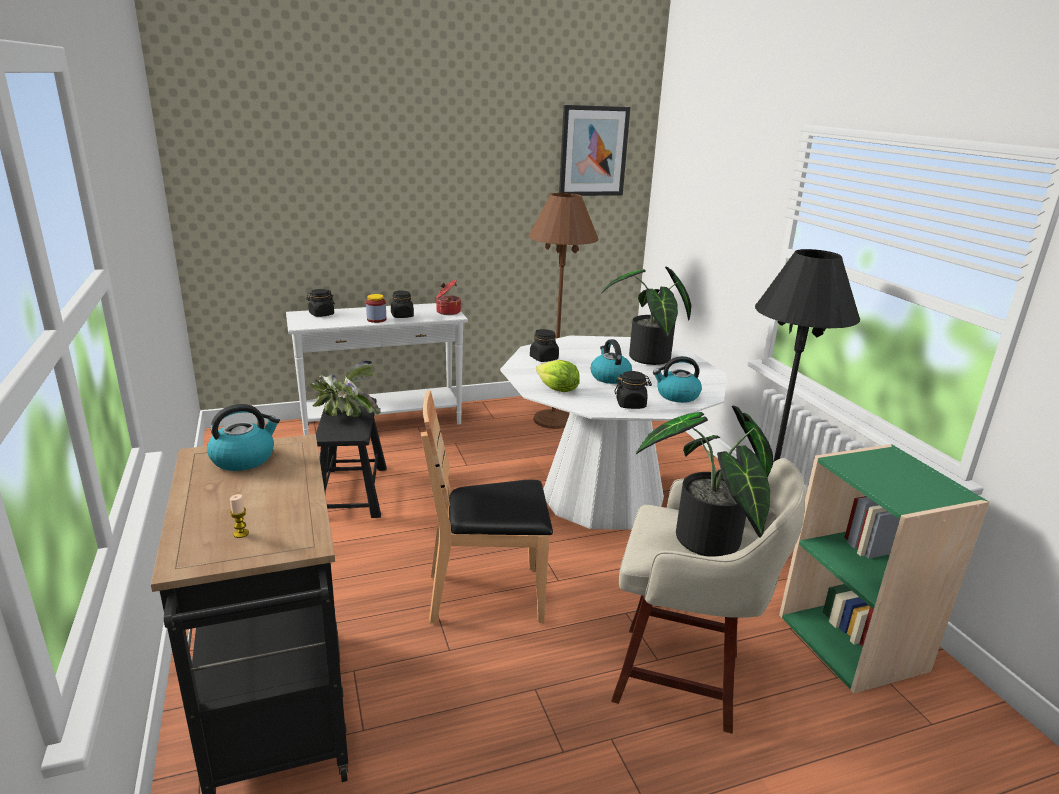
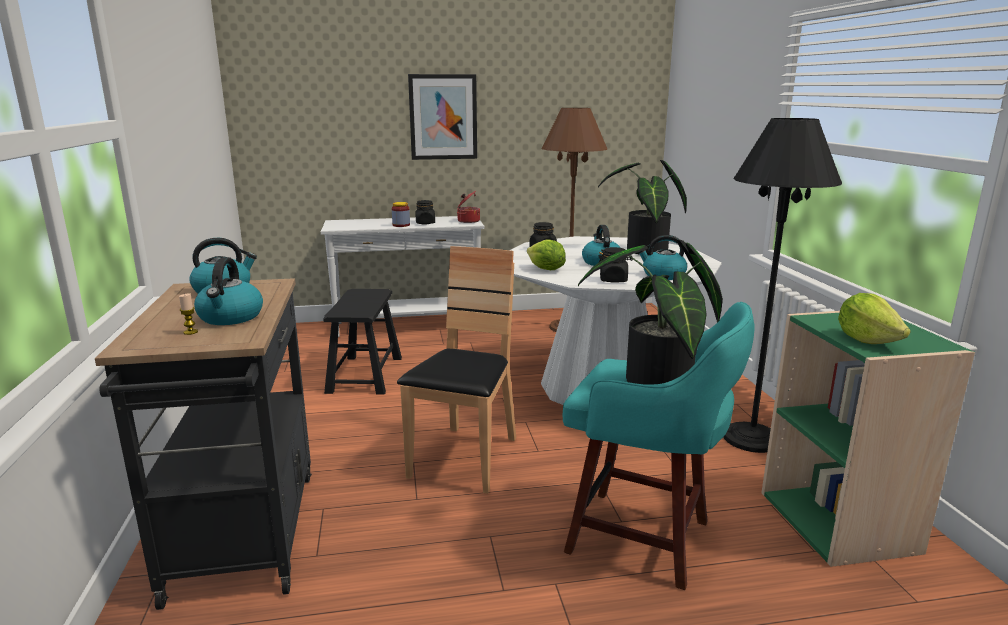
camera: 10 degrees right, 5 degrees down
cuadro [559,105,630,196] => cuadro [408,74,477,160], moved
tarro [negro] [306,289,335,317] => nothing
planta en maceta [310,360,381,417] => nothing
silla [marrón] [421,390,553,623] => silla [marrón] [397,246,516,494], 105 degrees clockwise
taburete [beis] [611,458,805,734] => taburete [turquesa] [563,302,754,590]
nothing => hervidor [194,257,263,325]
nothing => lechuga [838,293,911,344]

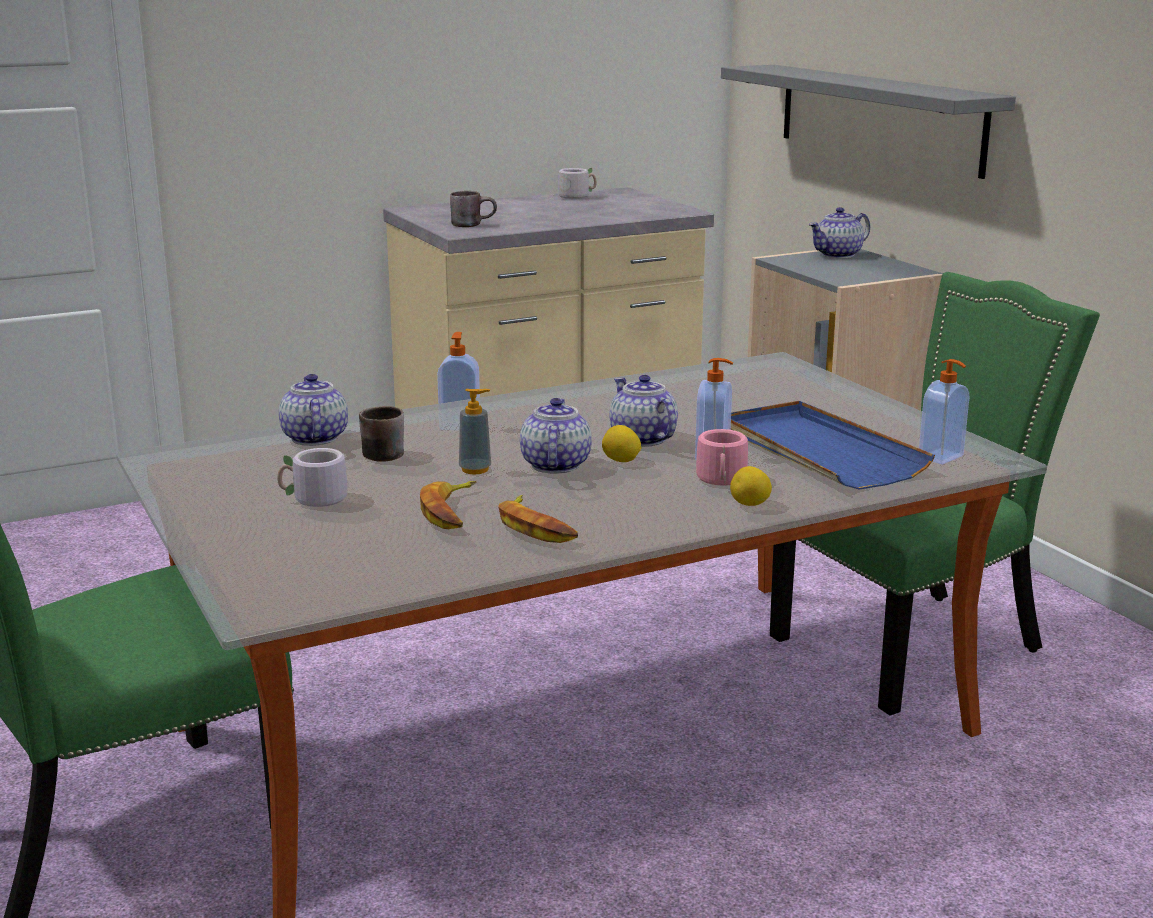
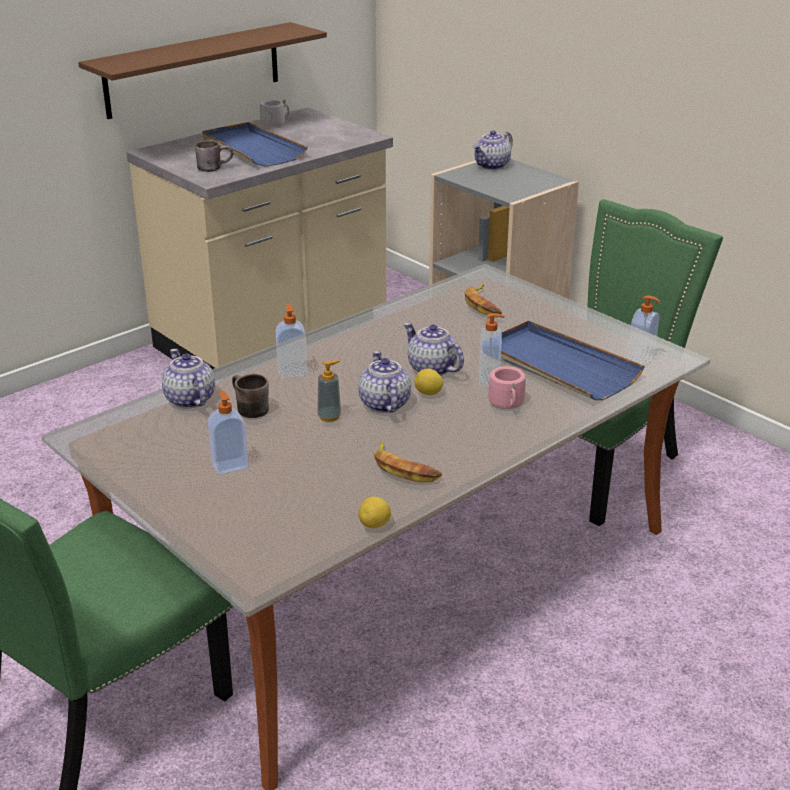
camera: 15 degrees left, 10 degrees up
estante [gris] [721,65,1016,179] => nothing
taza grande [gris] [277,448,350,507] => dispensador de jabón [208,391,249,475]
limón [730,466,772,506] => limón [358,497,391,528], moved
plátano [420,481,476,529] => plátano [465,285,502,315], moved
nothing => estante [marrón] [78,22,327,119]
nothing => bandeja [azul] [202,122,308,167]

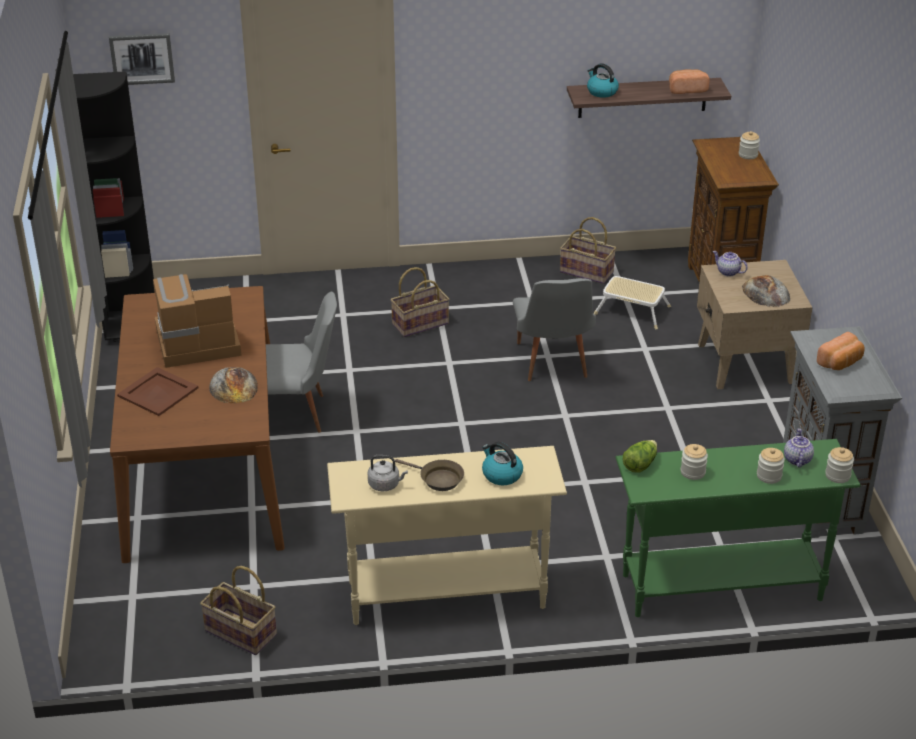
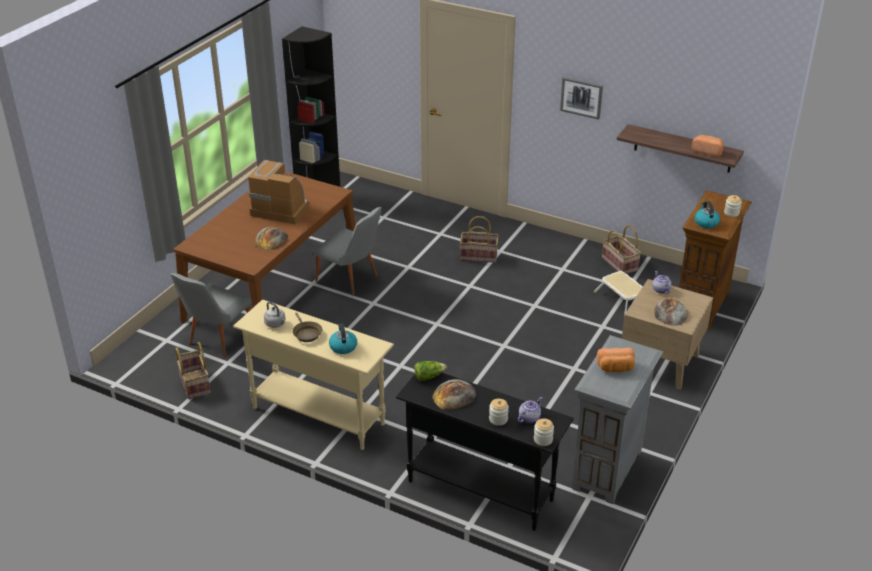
camera: 35 degrees right, 0 degrees up
cuadro [109,33,175,85] => cuadro [560,77,603,120], moved
hervidor [587,63,619,98] => hervidor [694,201,720,228], moved
silla [gris] [513,278,596,381] => silla [gris] [170,273,252,358], moved
bandeja [marrón] [117,367,198,416] => nothing
mesa consola [verde] [615,439,861,617] => mesa consola [negro] [396,373,574,531]
tarro [681,444,708,480] => pan [432,379,476,410]

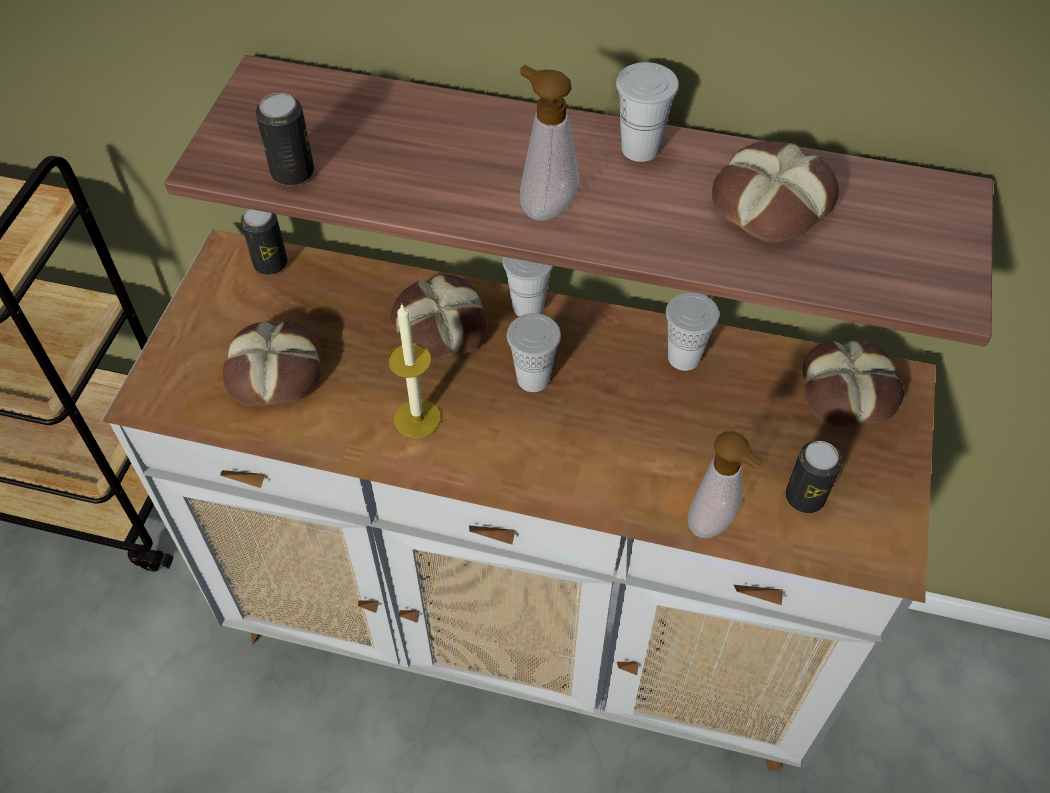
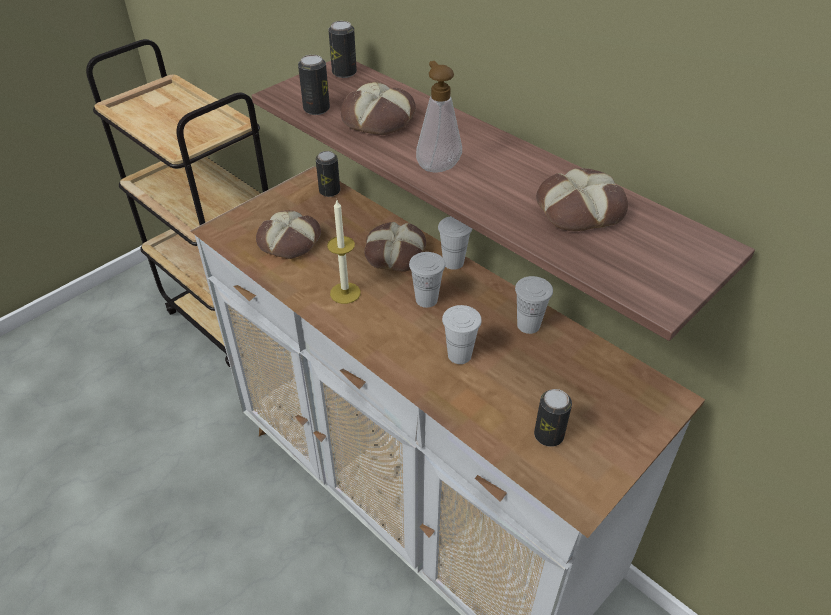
camera: 30 degrees right, 10 degrees down
taza [blanco] [616,62,679,162] => taza [blanco] [442,305,482,364], moved
pan [802,341,904,428] => pan [341,81,416,135], moved
dispensador de jabón [688,431,763,538] => nothing
nothing => lata [328,21,357,78]

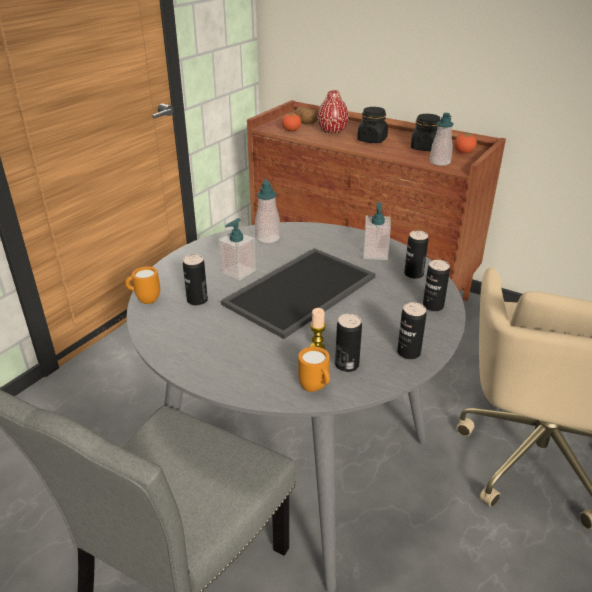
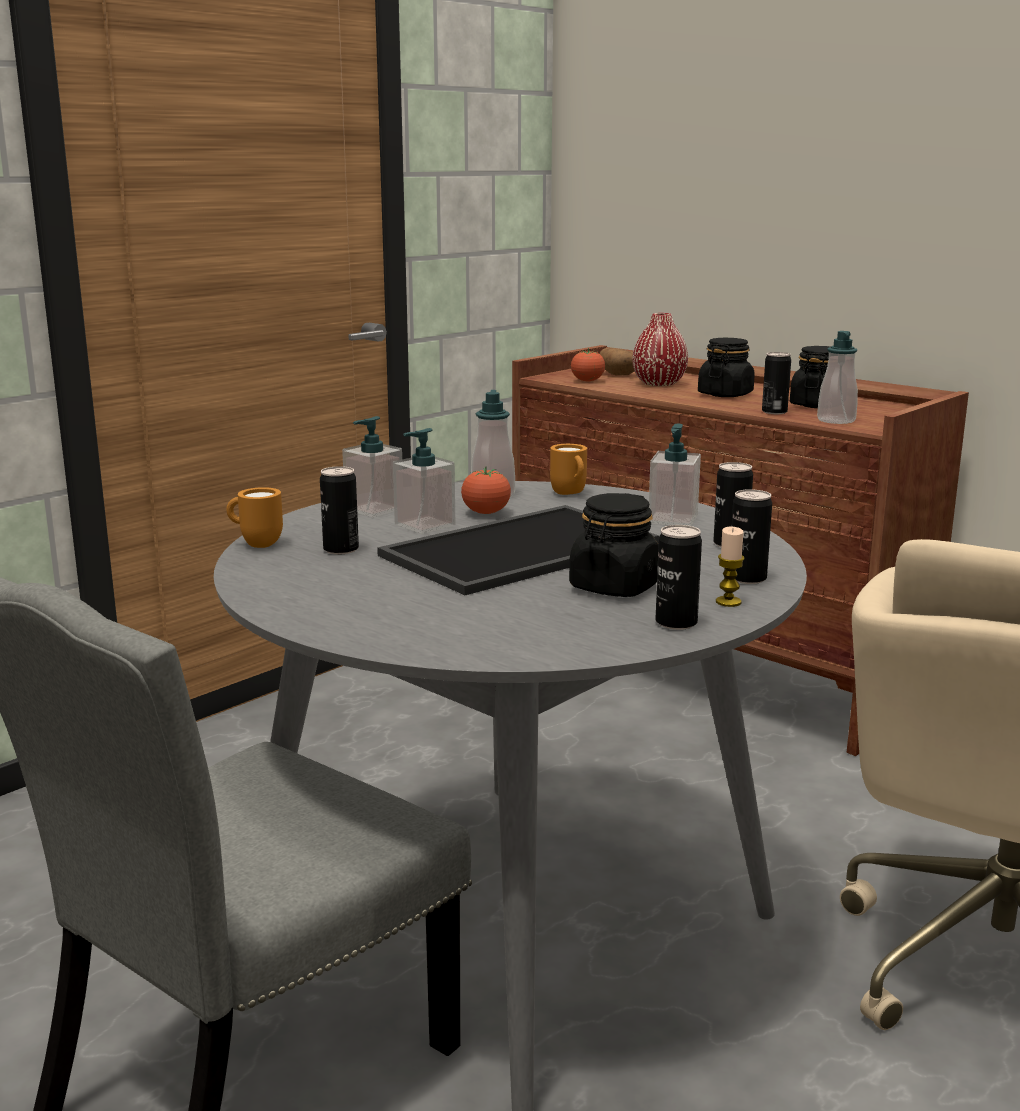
camera: 10 degrees right, 15 degrees down
tomate [454,132,477,154] => tomate [461,466,511,514], moved
vela [310,308,326,349] => vela [716,527,745,607], moved
lata [335,314,362,372] => lata [762,352,791,414], moved
taza grande [naranja] [298,347,330,392] => taza grande [naranja] [550,444,587,495], moved
nothing => dispensador de jabón [342,416,402,518]
nothing => tarro [negro] [569,493,659,597]

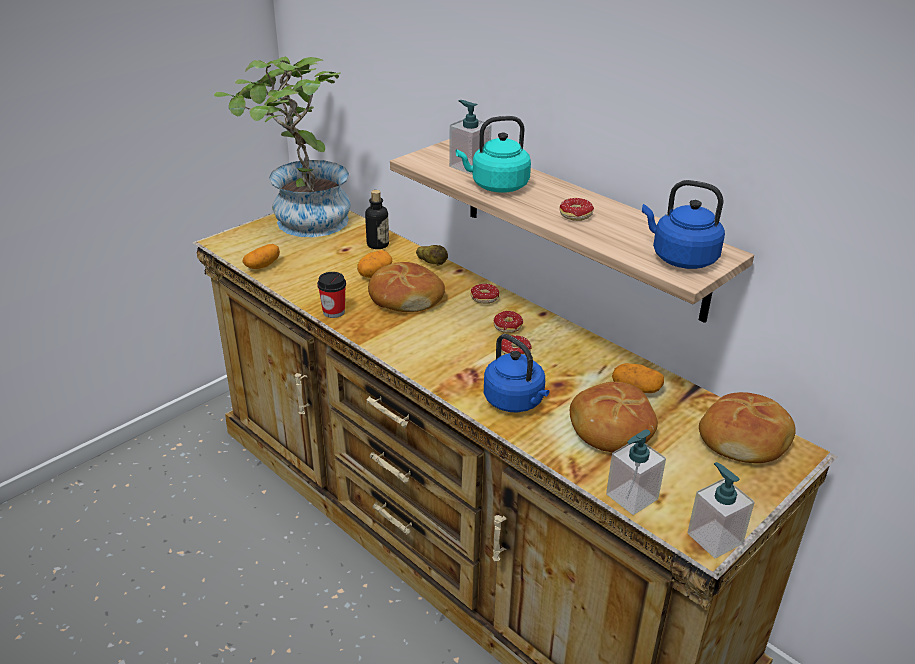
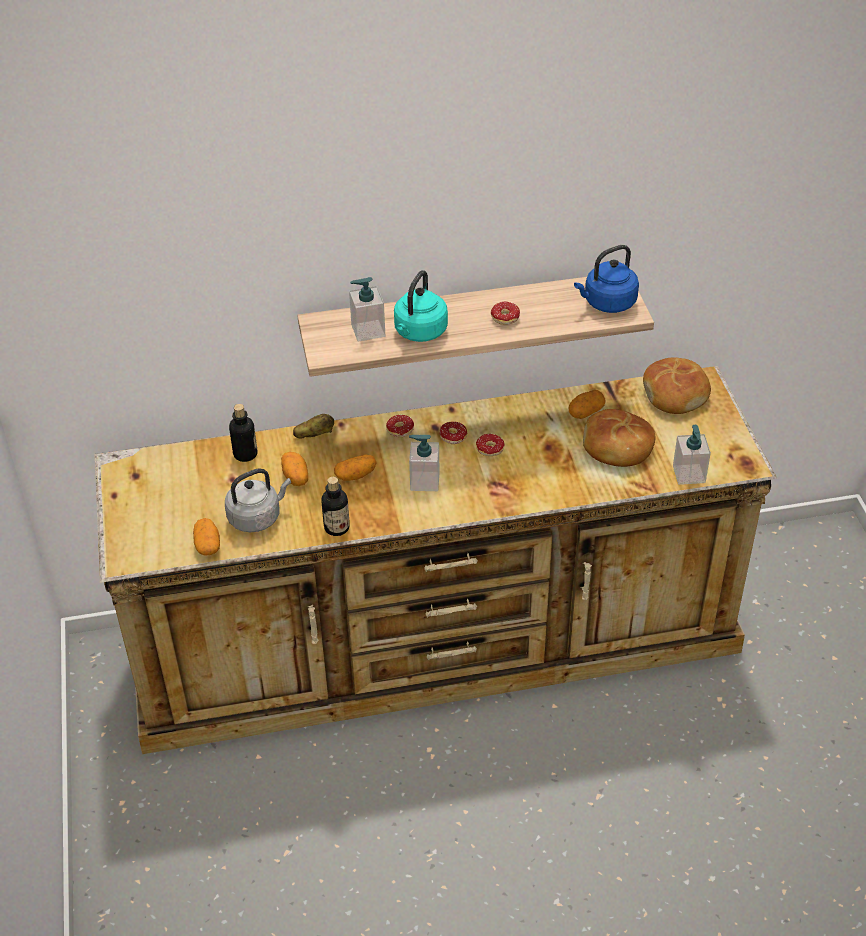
camera: 55 degrees left, 10 degrees up
planta en maceta [214,57,351,237] => nothing
pan [368,262,445,312] => patata [334,455,377,481]
taza [317,272,346,318] => botella [321,477,350,536]
hervidor [azul] [484,334,549,412] => nothing
dispensador de jabón [687,462,755,558] => dispensador de jabón [409,435,439,491], moved
nothing => hervidor [gris] [225,468,291,532]

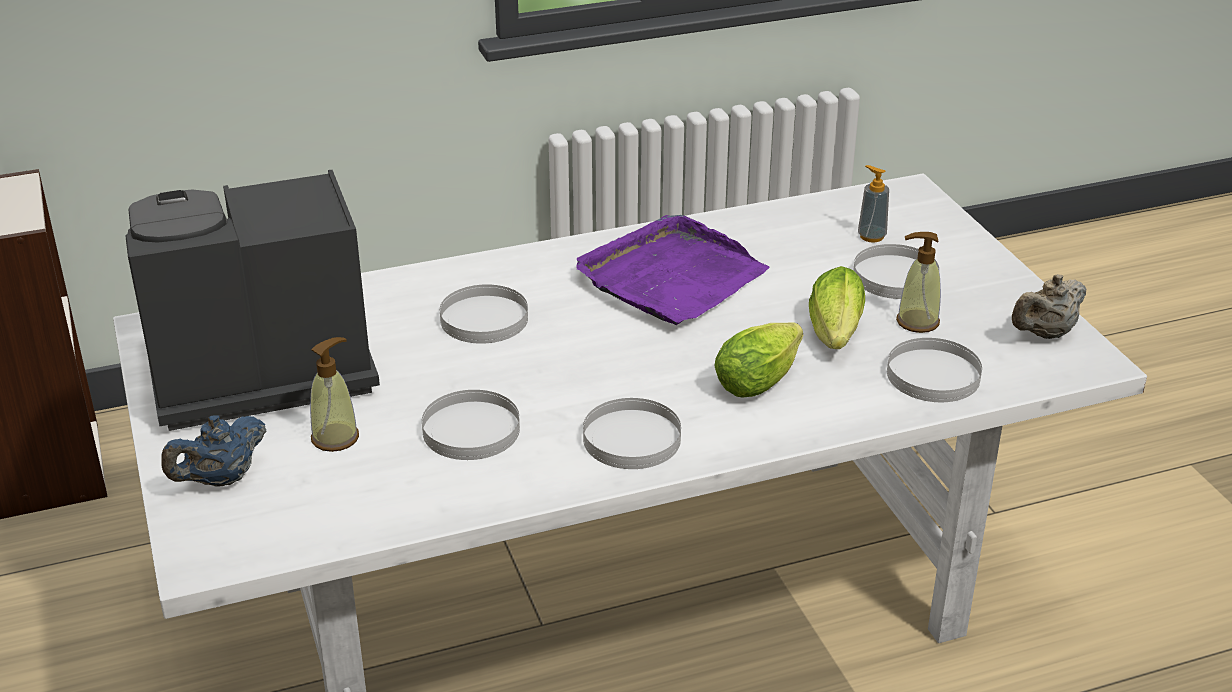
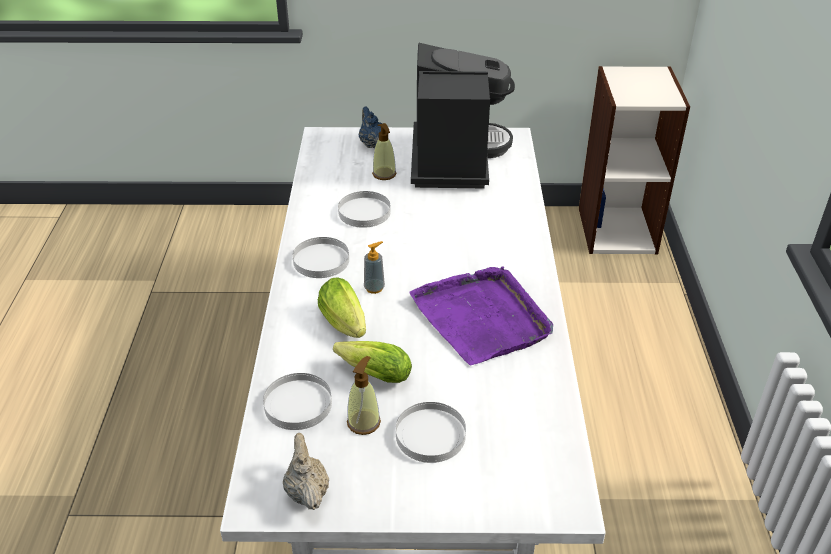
camera: 110 degrees right, 5 degrees up
dispensador de jabón [858,165,889,243] => dispensador de jabón [364,241,385,294], moved
plato [blanco] [440,284,528,344] => nothing

